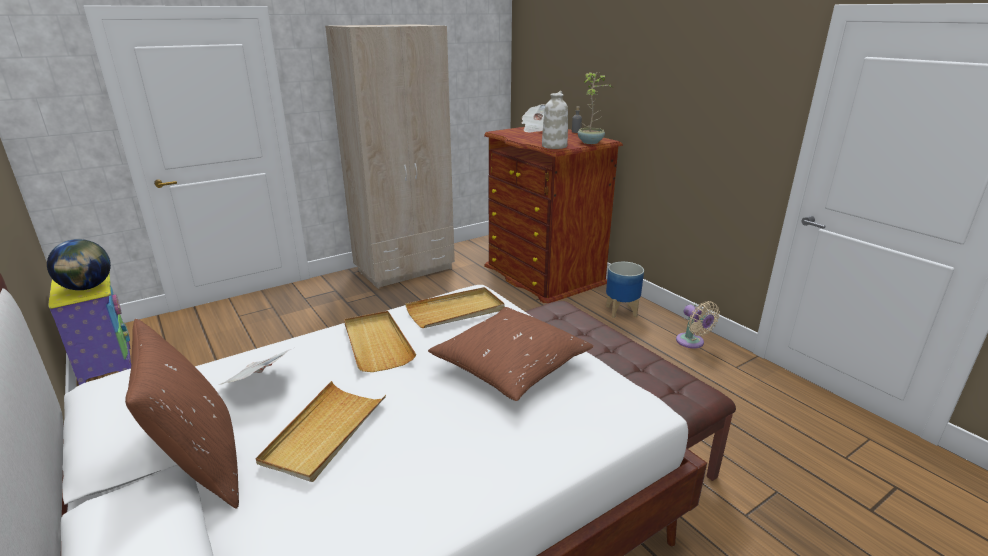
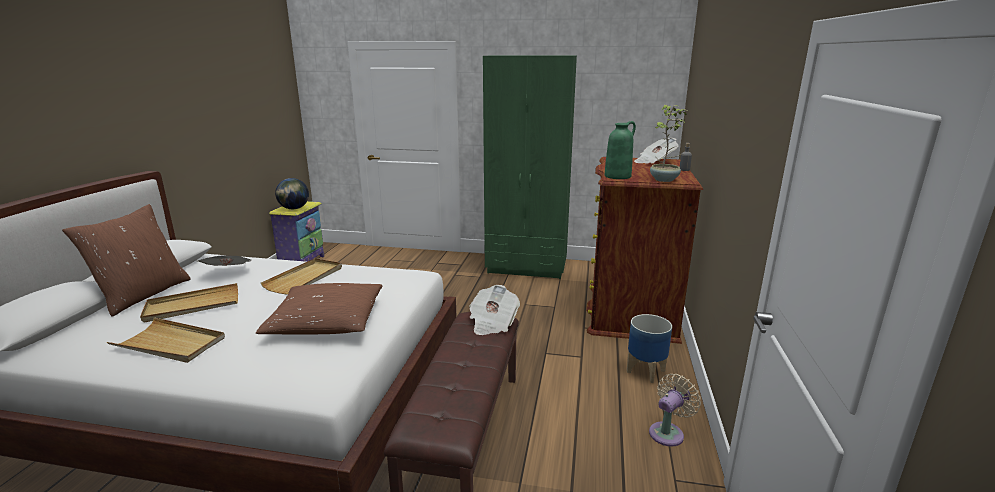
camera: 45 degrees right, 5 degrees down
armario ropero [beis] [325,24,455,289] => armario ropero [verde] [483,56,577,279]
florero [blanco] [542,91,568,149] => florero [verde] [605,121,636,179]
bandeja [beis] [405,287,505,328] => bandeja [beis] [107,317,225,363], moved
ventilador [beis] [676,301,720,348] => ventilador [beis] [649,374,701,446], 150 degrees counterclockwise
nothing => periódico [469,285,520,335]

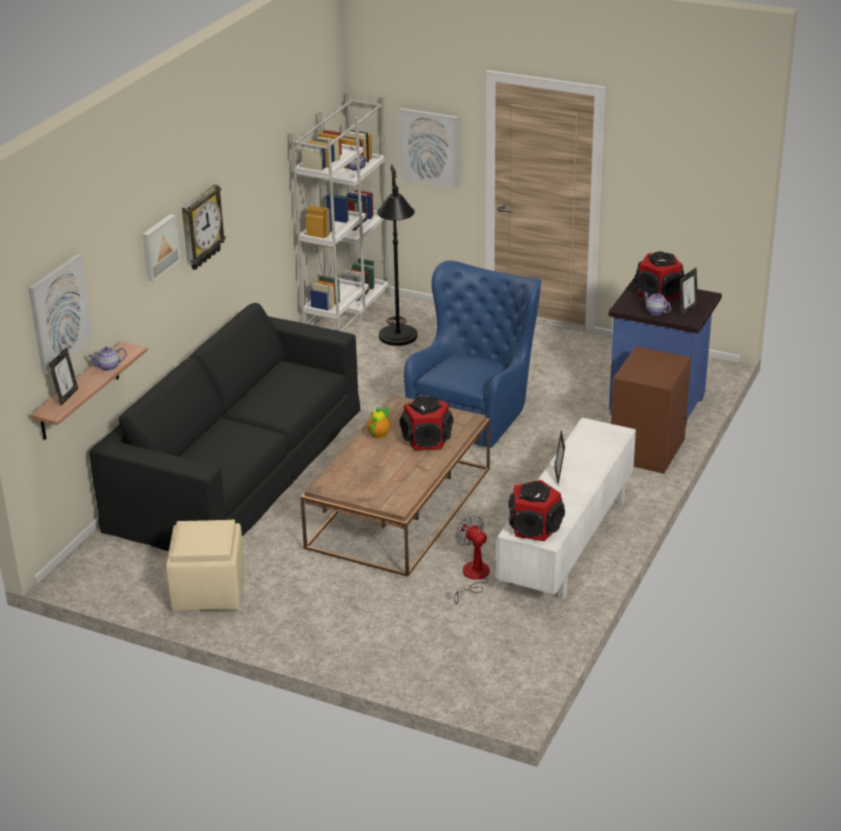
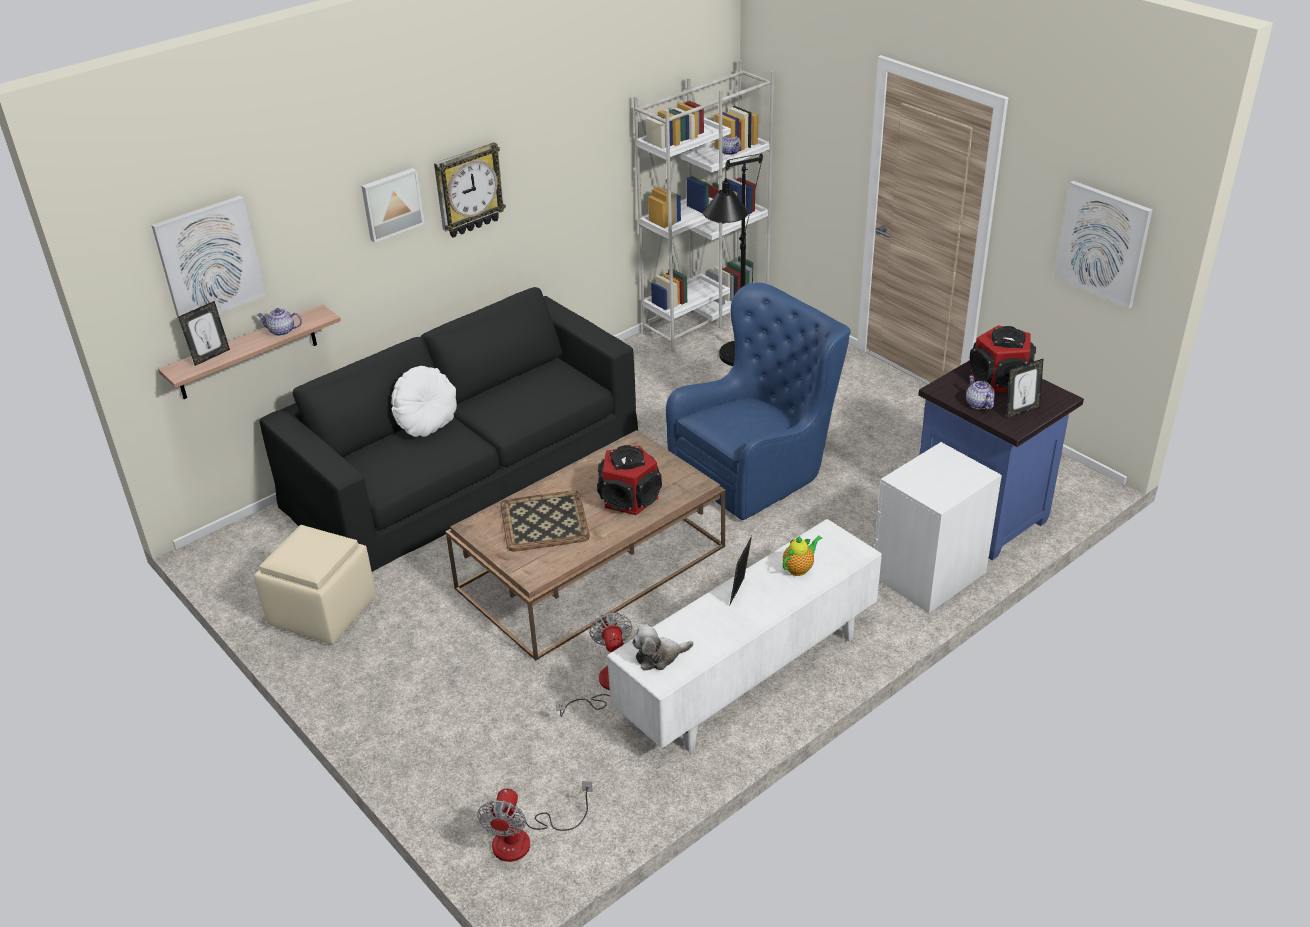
camera: 25 degrees right, 5 degrees up
cuadro [399,108,459,188] => cuadro [1054,181,1153,309], moved
mesita de noche [marrón] [611,346,691,474] => mesita de noche [blanco] [875,442,1002,613]
tetera [367,406,390,439] => tetera [782,536,822,576], moved
altavoz [509,480,565,541] => peluche [632,624,693,670]
nothing => cojín [blanco] [391,366,457,437]
nothing => bandeja [500,490,590,552]
nothing => ventilador [477,781,593,862]

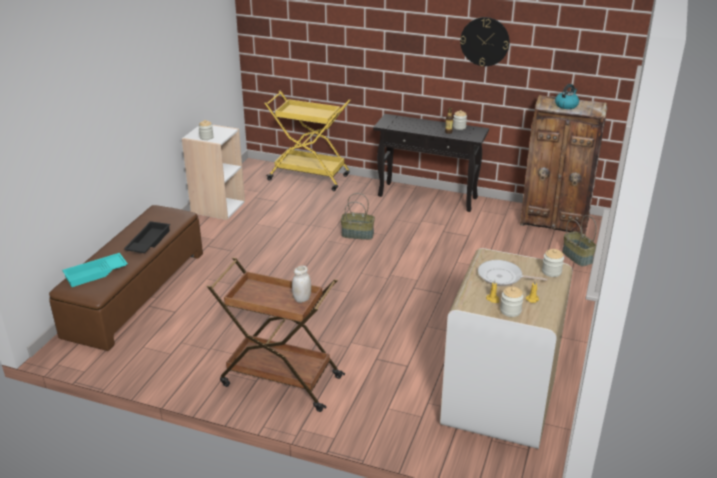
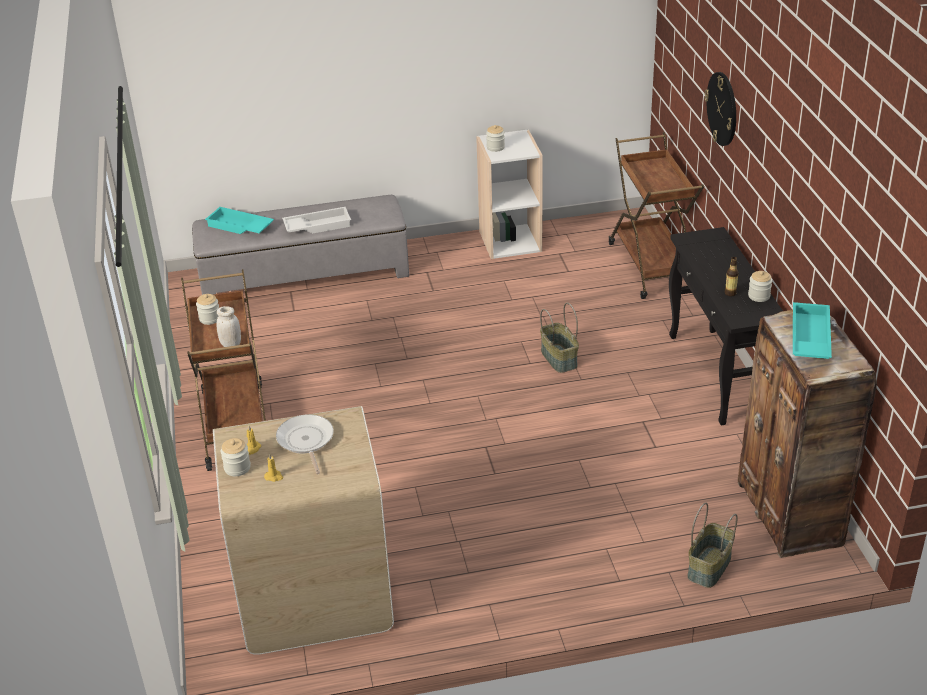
camera: 60 degrees right, 5 degrees up
reloj de pared [460,17,510,66] => reloj de pared [704,72,736,146], moved
hervidor [555,84,579,109] => bandeja [turquesa] [793,302,832,359]
carrito [amarillo] [264,91,351,191] => carrito [marrón] [608,132,705,299]
banco [marrón] [49,205,203,351] => banco [gris] [192,195,409,295]
bandeja [negro] [124,221,170,253] => bandeja [blanco] [282,207,351,234]
tarro [542,249,564,277] => tarro [196,294,219,325], moved

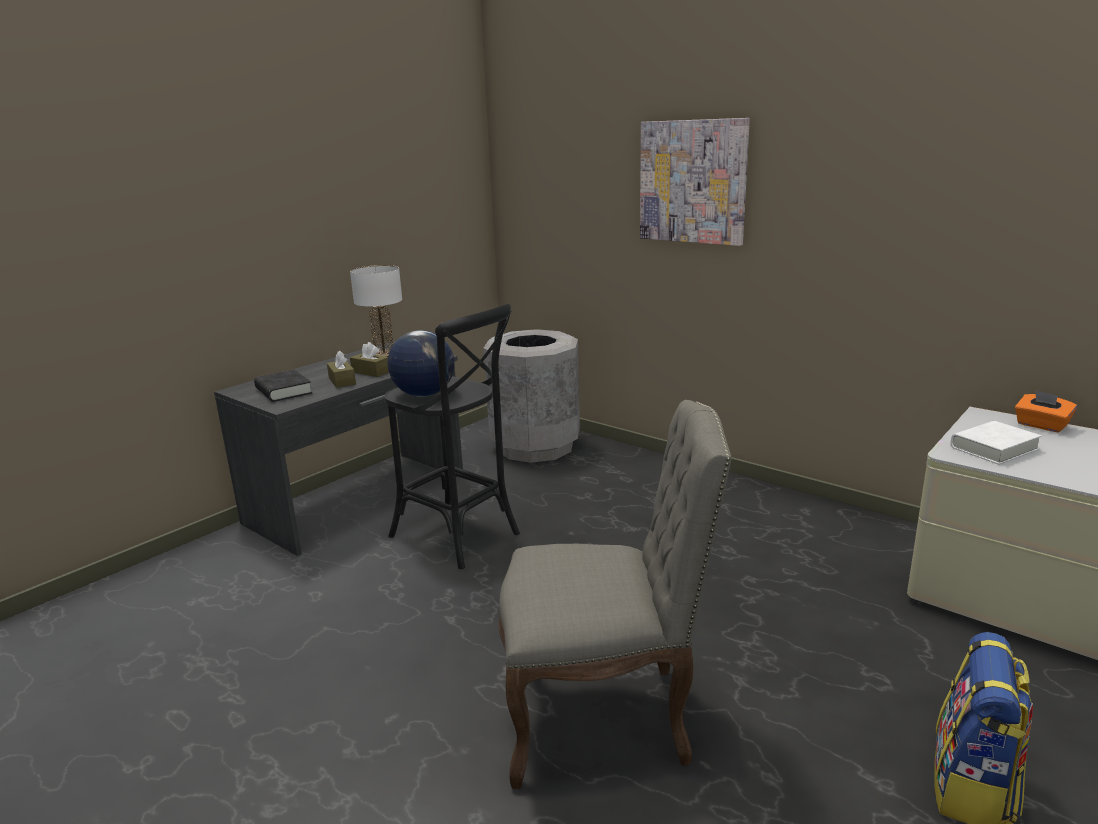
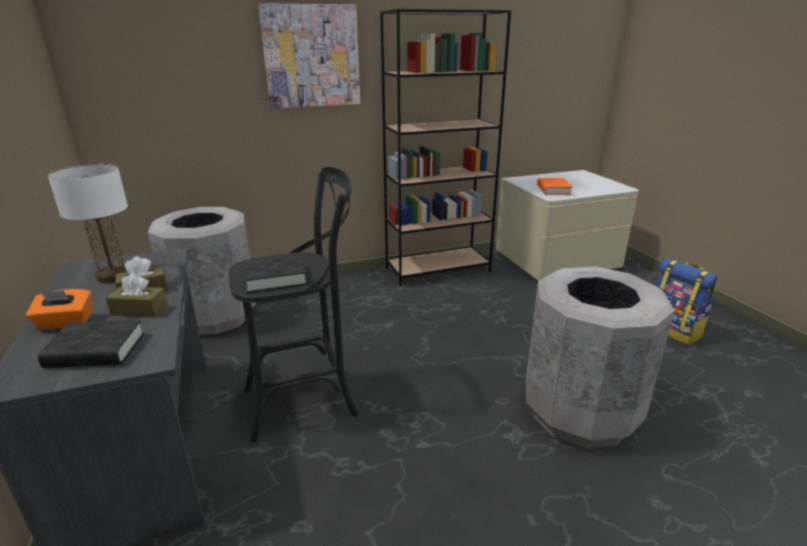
camera: 60 degrees left, 5 degrees up
globo terráqueo [388,330,455,397] => libro [negro] [244,256,307,293]
caja de pañuelos [naranja] [1015,390,1077,433] => caja de pañuelos [naranja] [26,289,92,330], moved
silla [gris] [499,400,732,789] => papelera [gris] [526,267,675,448]
libro [blanco] [950,421,1042,465] => libro [naranja] [537,178,573,195]
nothing => estantería [beis] [380,9,511,286]

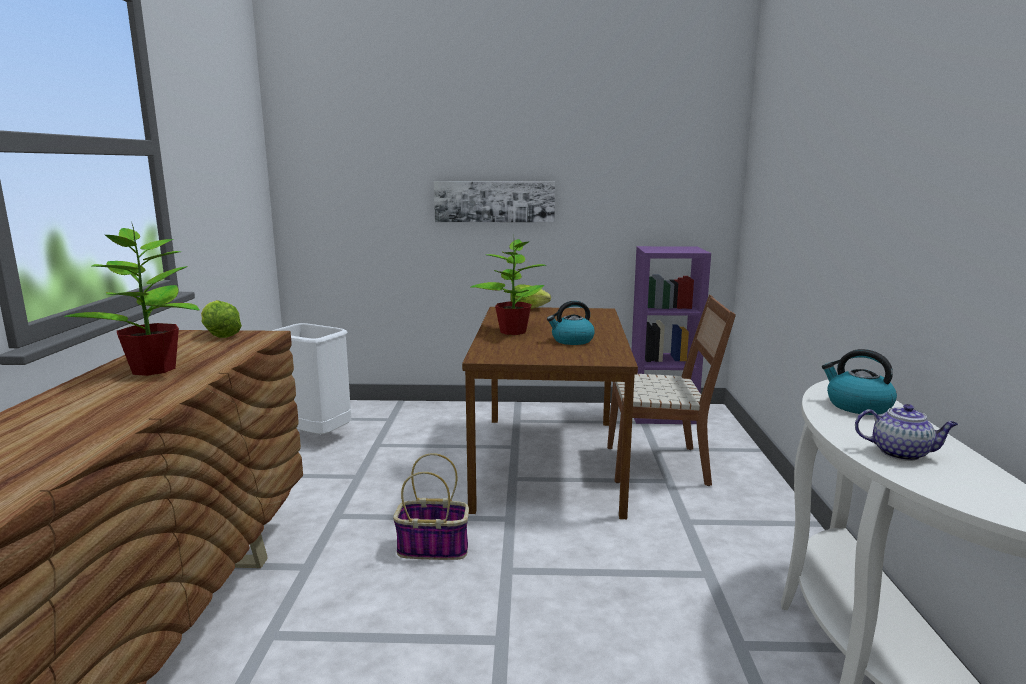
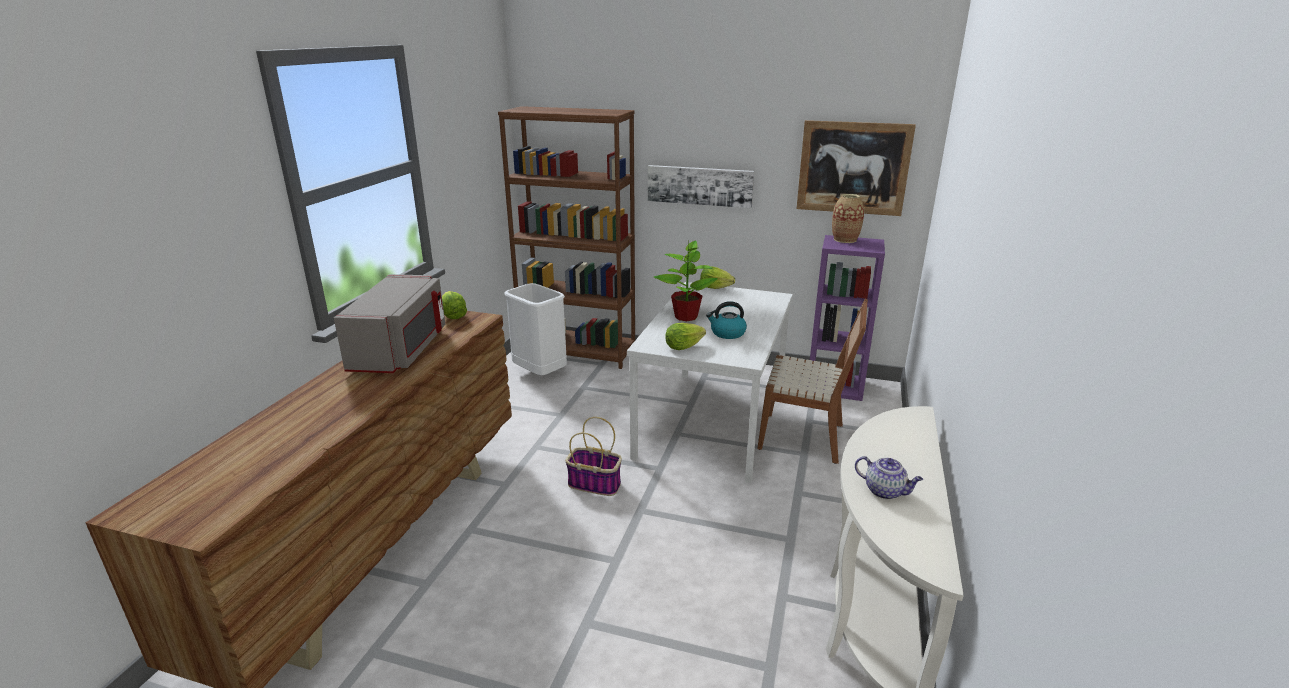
camera: 15 degrees right, 10 degrees up
planta en maceta [64,224,200,376] => microondas [gris] [334,274,446,373]
mesa de comedor [marrón] [462,307,638,519] => mesa de comedor [blanco] [627,282,793,483]
hervidor [822,349,897,415] => nothing
nothing => estantería [marrón] [498,106,635,369]
nothing => cuadro [796,120,916,216]
nothing => florero [832,194,864,243]
nothing => lechuga [665,323,706,350]

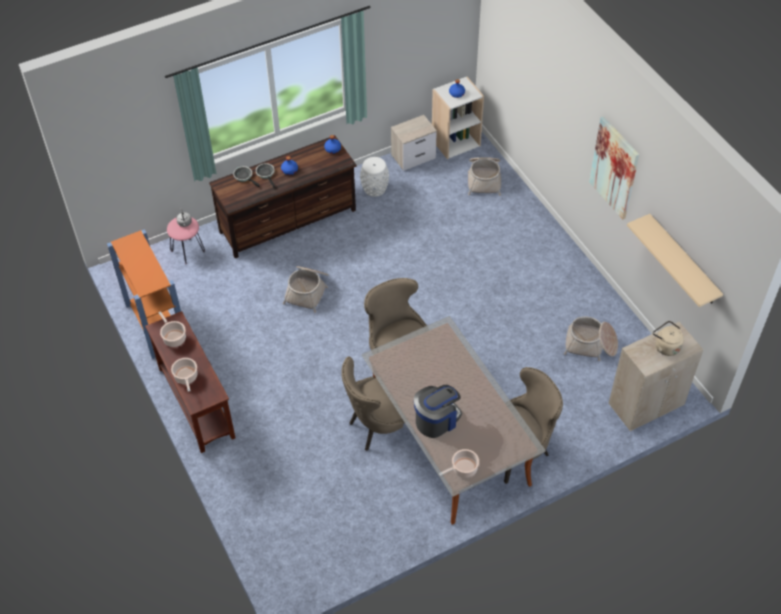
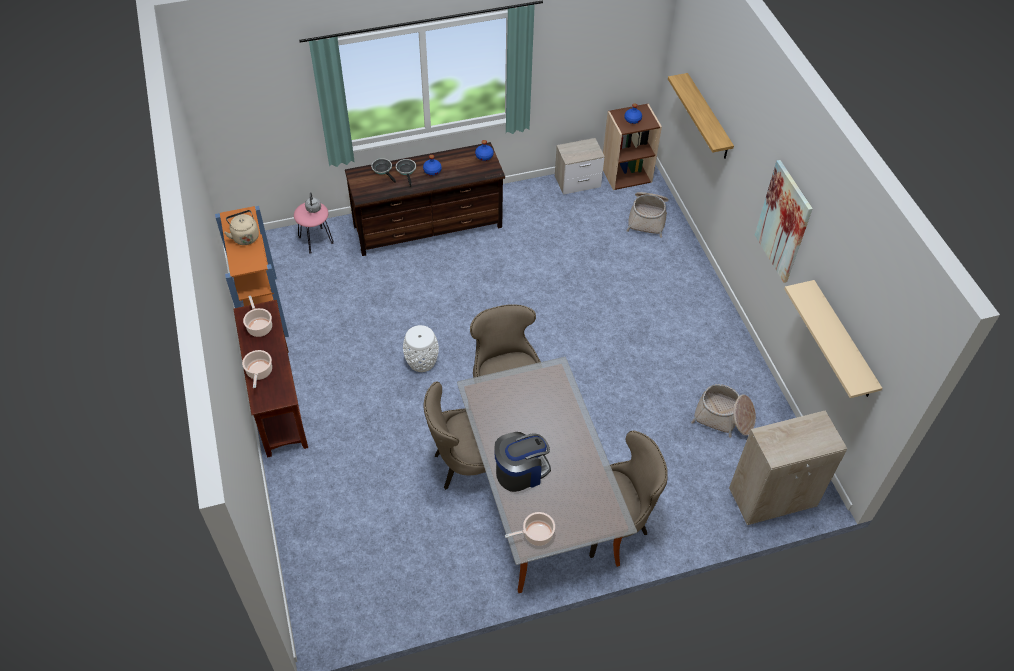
camera: 10 degrees right, 0 degrees up
estantería [blanco] [432,77,484,159] => estantería [marrón] [603,103,662,190]
taburete [blanco] [360,157,389,197] => taburete [blanco] [403,325,439,372], moved
cesta [283,266,329,313] => nothing
hervidor [beis] [653,321,684,356] => hervidor [beis] [224,210,259,245], moved
nothing => estante [668,73,734,159]

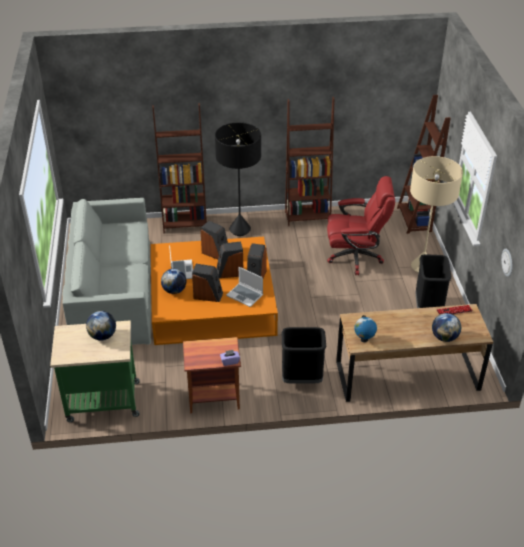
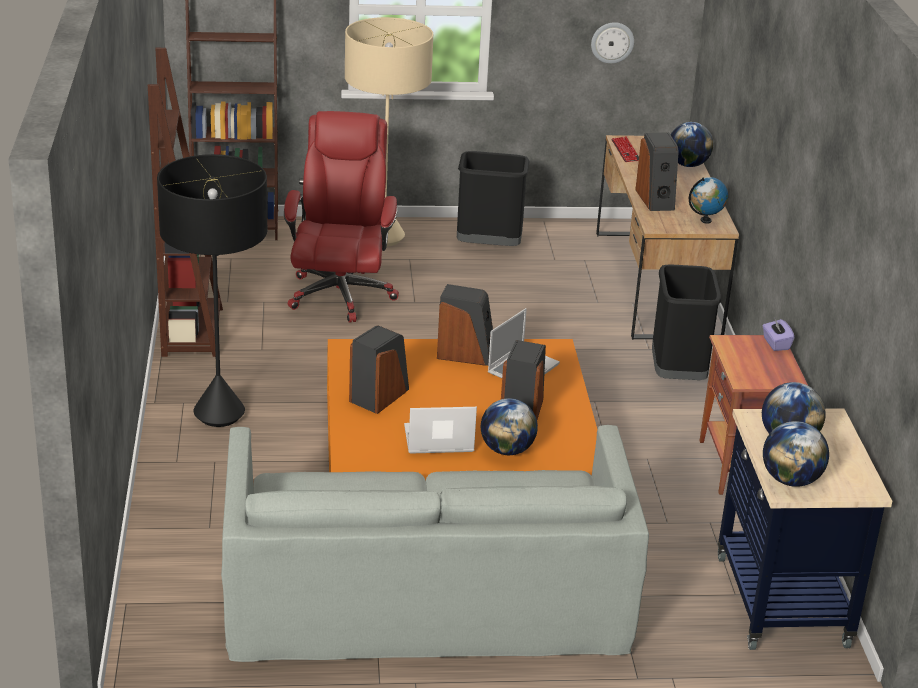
camera: 90 degrees left, 10 degrees down
estantería [marrón] [152,103,207,234] => nothing
altavoz [216,241,243,278] => altavoz [635,133,679,211], moved
carrito [verde] [50,320,140,422] => carrito [azul] [718,409,892,650]
nothing => globo terráqueo [763,421,829,487]

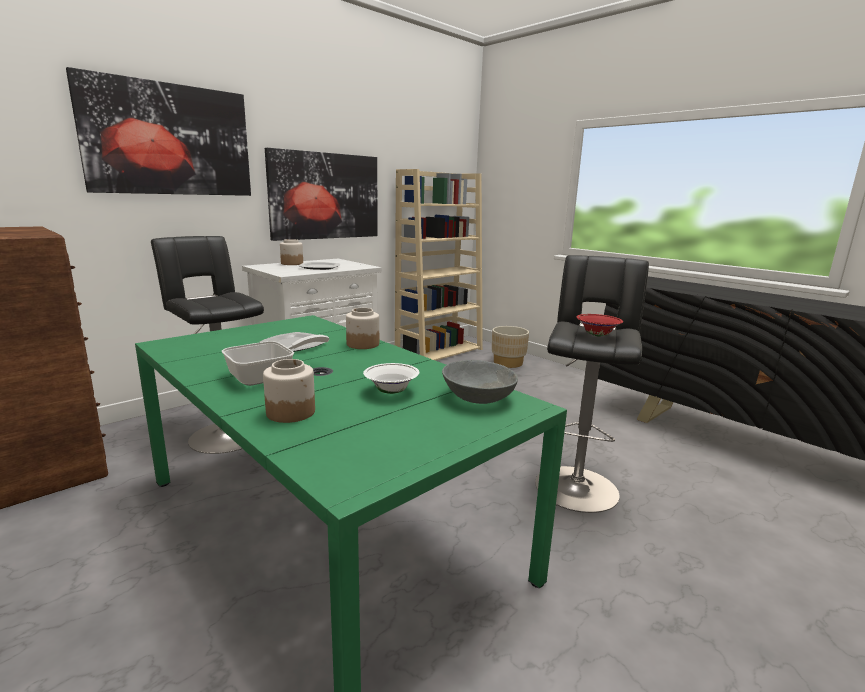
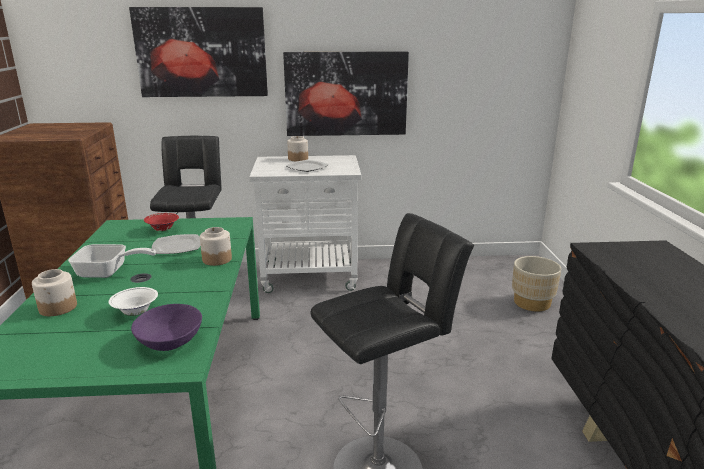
camera: 40 degrees right, 5 degrees up
estantería [beis] [395,169,483,361] => nothing
cuenco [rojo] [576,314,623,336] => cuenco [rojo] [144,213,179,231], moved
cuenco [gris] [442,360,518,404] => cuenco [morado] [131,304,202,351]

